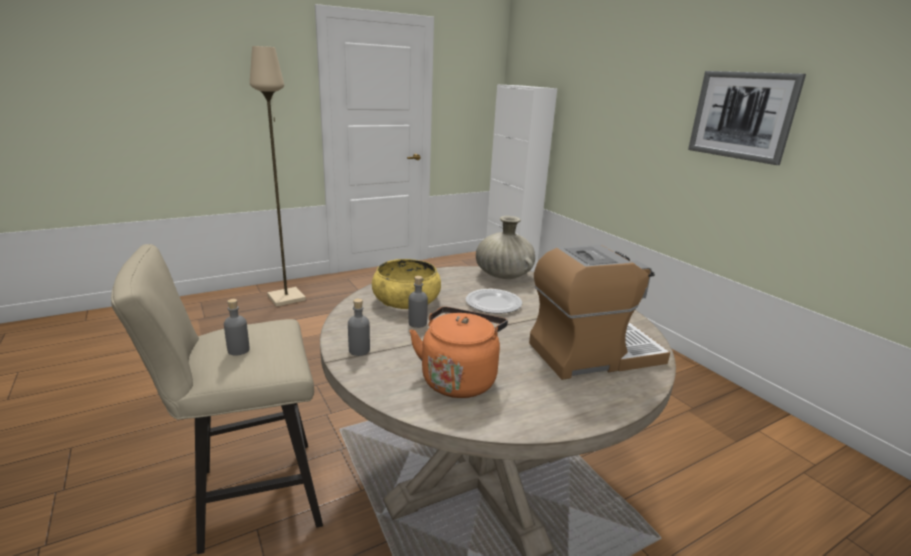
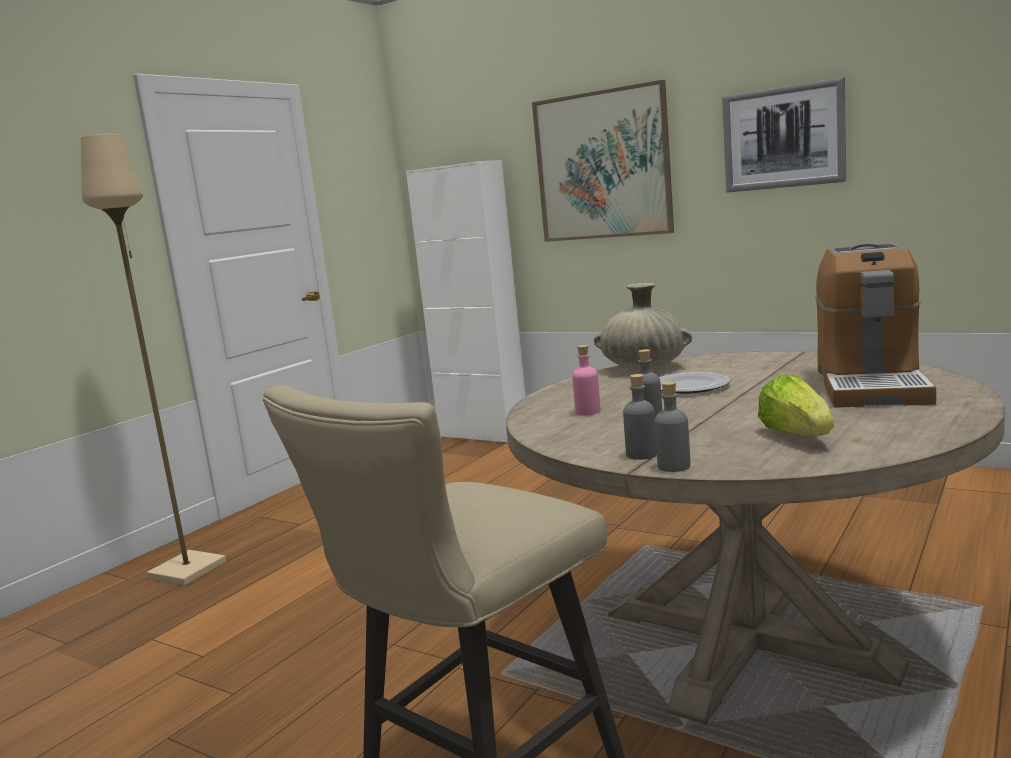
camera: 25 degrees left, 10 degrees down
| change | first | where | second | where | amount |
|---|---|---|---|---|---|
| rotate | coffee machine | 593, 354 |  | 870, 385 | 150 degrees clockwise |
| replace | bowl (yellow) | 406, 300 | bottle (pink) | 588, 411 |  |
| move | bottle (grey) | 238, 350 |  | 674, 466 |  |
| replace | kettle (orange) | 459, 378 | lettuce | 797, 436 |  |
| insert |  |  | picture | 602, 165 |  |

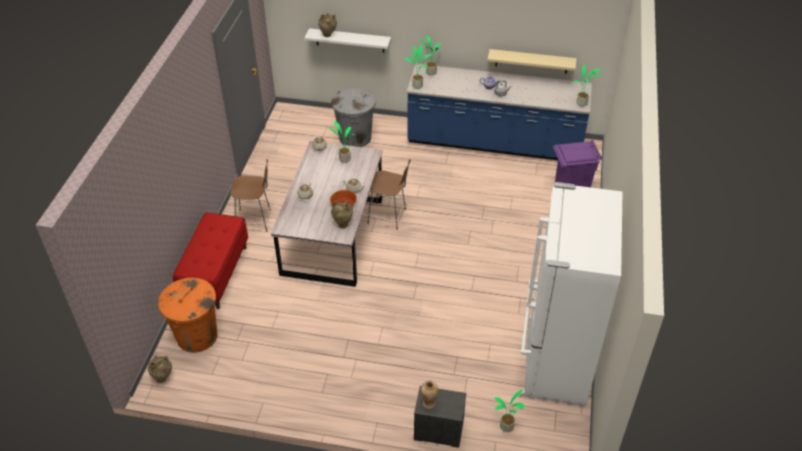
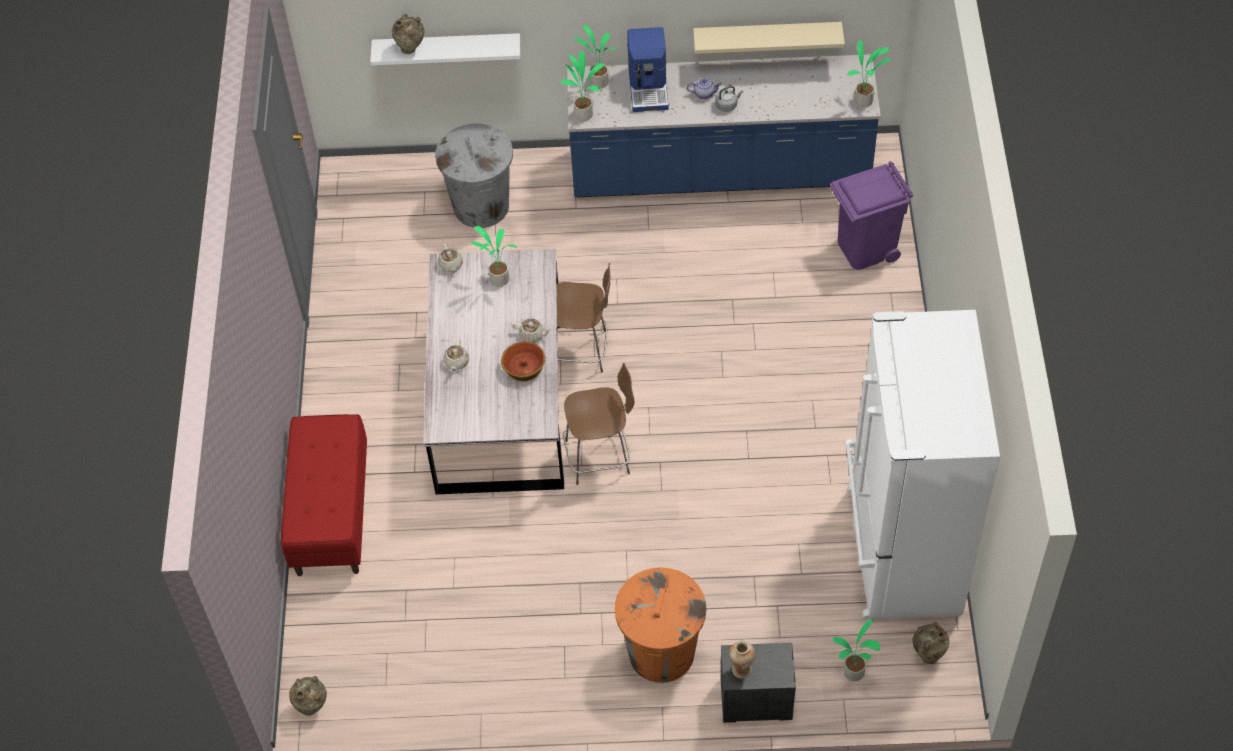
camera: 10 degrees left, 10 degrees up
| change | first | where | second | where | amount |
|---|---|---|---|---|---|
| move | stool (brown) | 255, 220 |  | 600, 456 |  |
| move | vase (beige) | 343, 224 |  | 928, 655 |  |
| move | trash can (orange) | 196, 336 |  | 661, 653 |  |
| insert |  |  | coffee machine | 649, 87 |  |

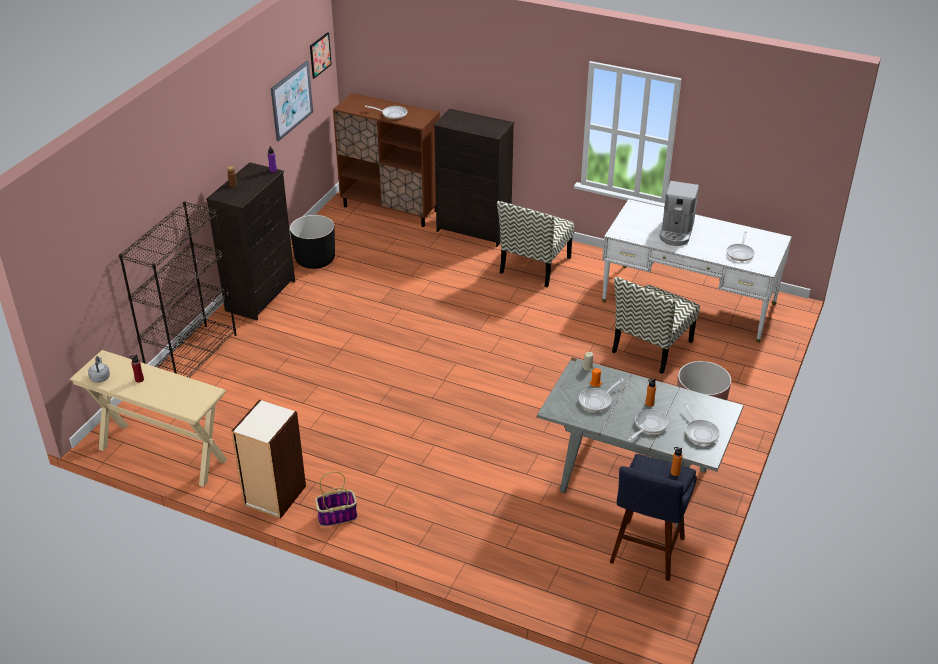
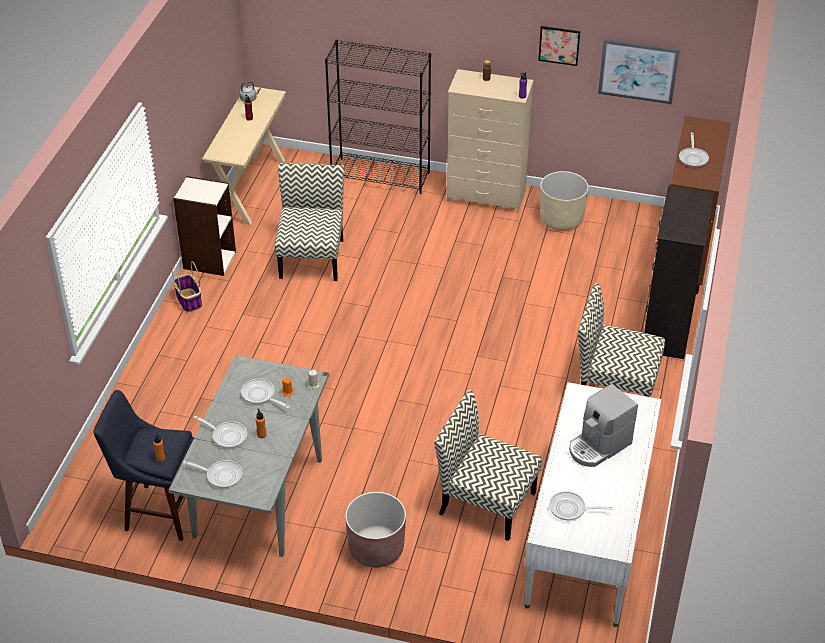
camera: 80 degrees right, 5 degrees up
| change | first | where | second | where | amount |
|---|---|---|---|---|---|
| move | picture | 320, 55 |  | 559, 45 |  |
| recolor | dresser (black) | 261, 295 | dresser (beige) | 486, 196 |  |
| rotate | coffee machine | 676, 232 |  | 598, 446 | 45 degrees counterclockwise |
| recolor | planter (black) | 315, 259 | planter (beige) | 561, 219 |  |
| rotate | frying pan | 700, 432 |  | 221, 475 | 135 degrees counterclockwise |
| insert |  |  | chair | 311, 257 |  |

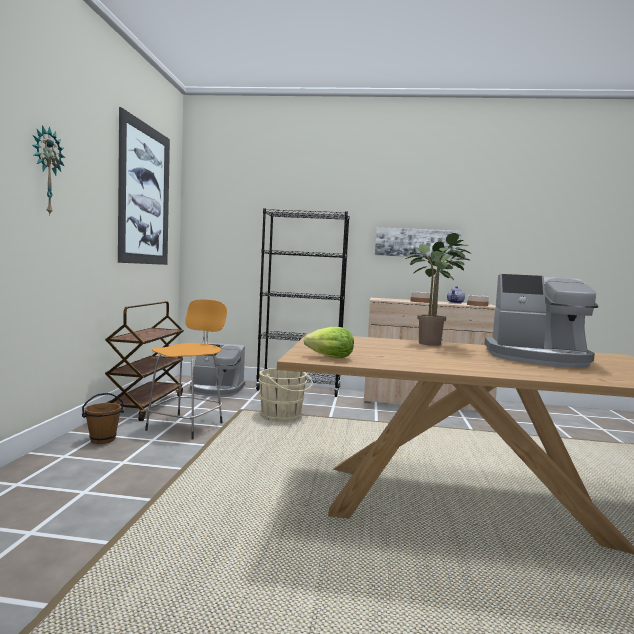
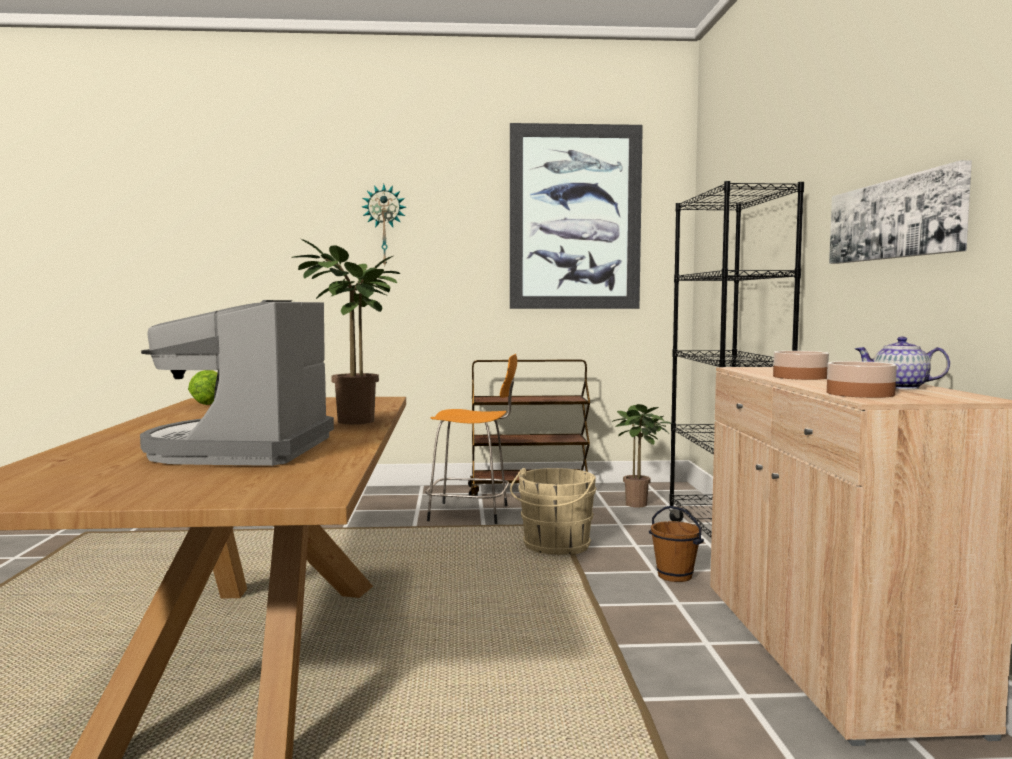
camera: 80 degrees right, 0 degrees up
| change | first | where | second | where | amount |
|---|---|---|---|---|---|
| replace | coffee machine | 216, 390 | potted plant | 640, 505 |  |
| move | bucket (brown) | 102, 439 |  | 675, 576 |  |

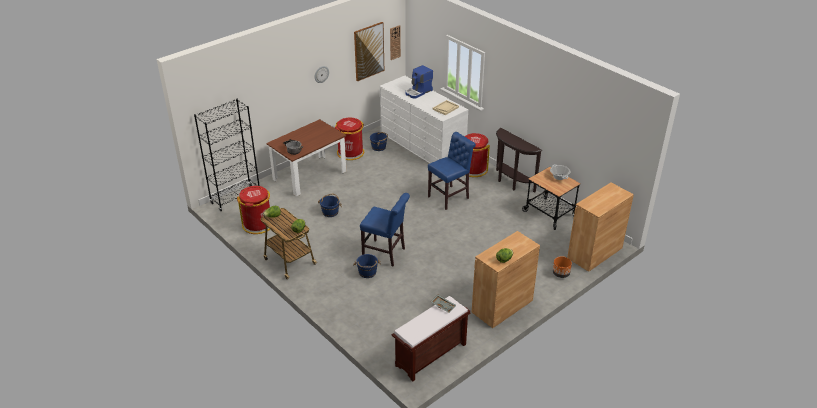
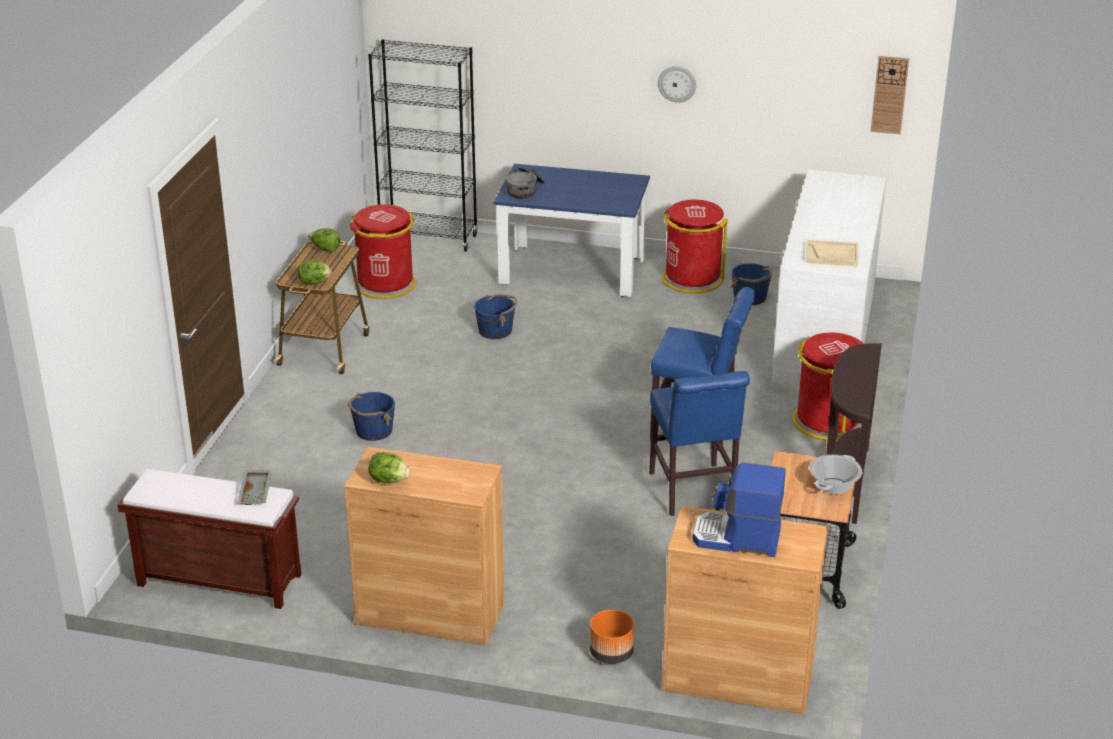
camera: 55 degrees right, 5 degrees down
| change | first | where | second | where | amount |
|---|---|---|---|---|---|
| delete | picture | 369, 51 |  |  |  |
| move | coffee machine | 418, 92 |  | 737, 538 |  |
| recolor | dining table (brown) | 309, 175 | dining table (blue) | 572, 271 |  |
| move | chair (blue) | 386, 254 |  | 693, 493 |  |

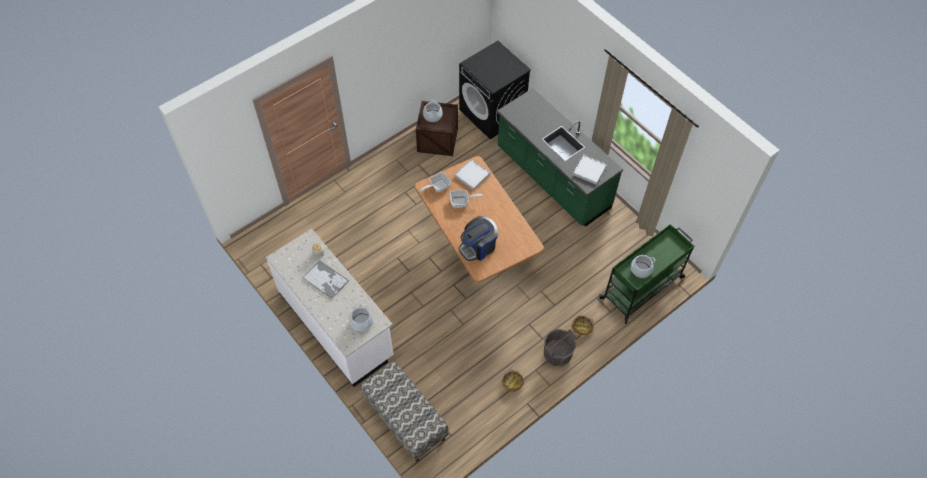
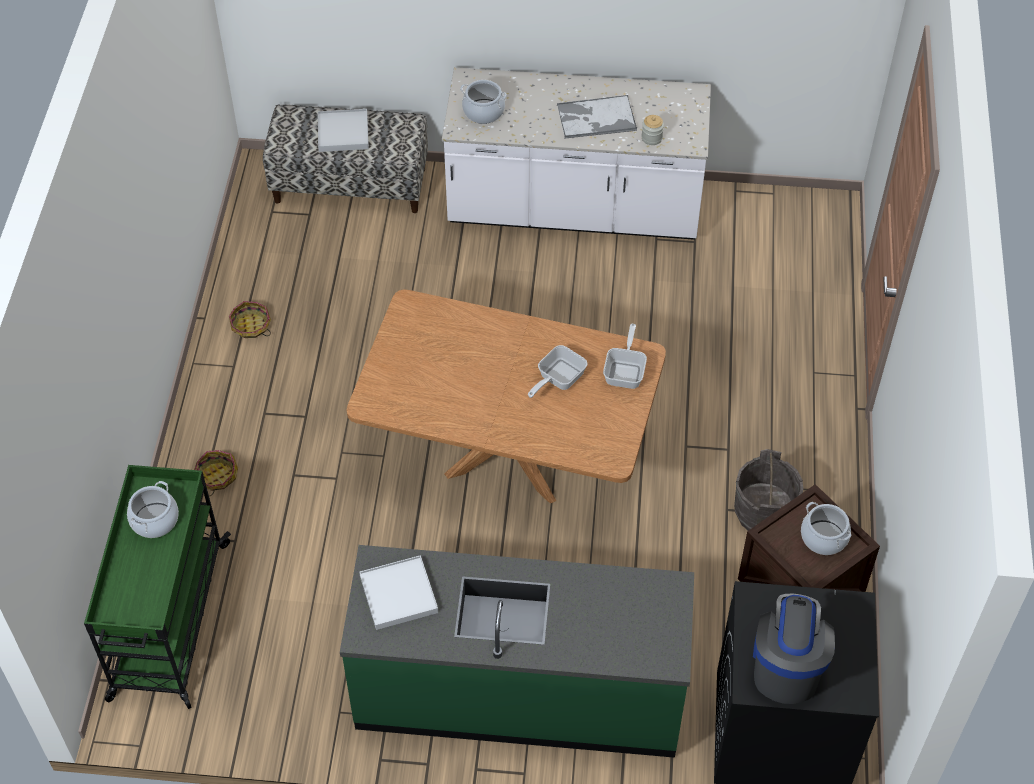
camera: 135 degrees right, 5 degrees down
| change | first | where | second | where | amount |
|---|---|---|---|---|---|
| move | tray (white) | 472, 175 |  | 343, 133 |  |
| move | coffee machine | 478, 247 |  | 786, 665 |  |
| move | bucket (grey) | 557, 354 |  | 763, 513 |  |

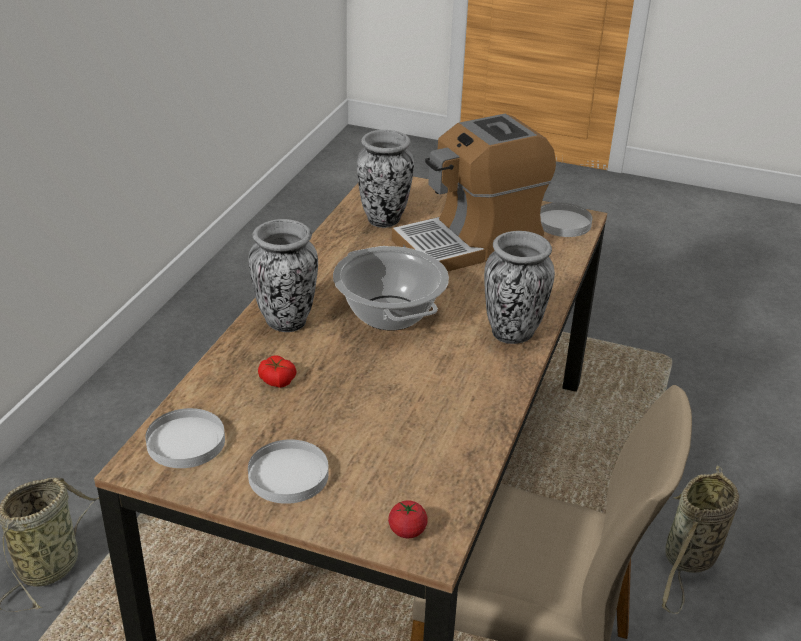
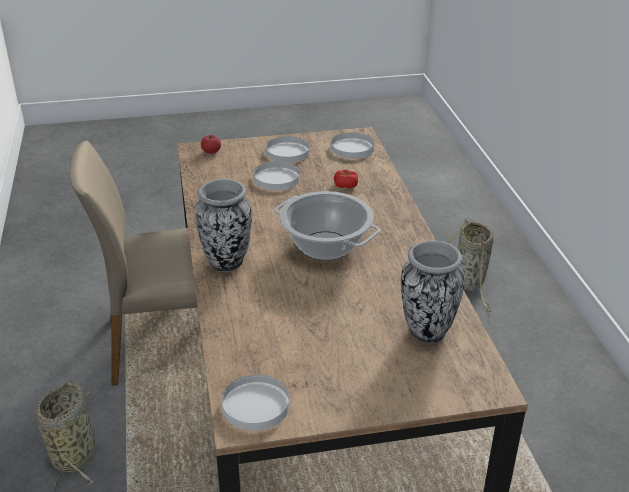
camera: 150 degrees right, 0 degrees up
| change | first | where | second | where | amount |
|---|---|---|---|---|---|
| delete | coffee machine | 470, 243 |  |  |  |
| delete | vase | 286, 321 |  |  |  |
| insert |  |  | plate (white) | 276, 178 |  |

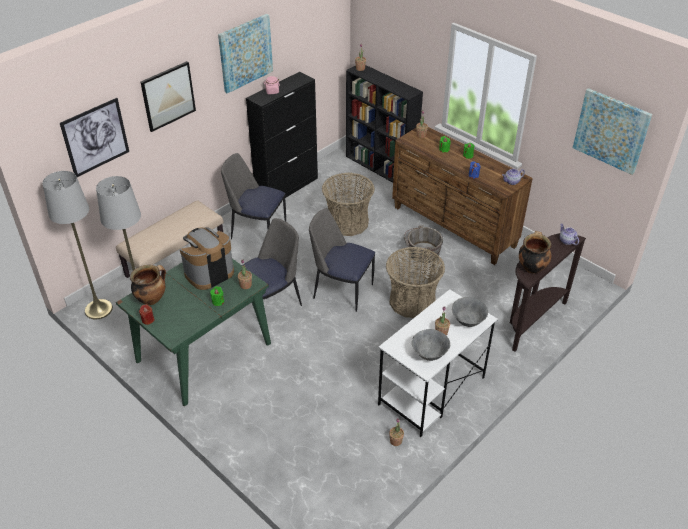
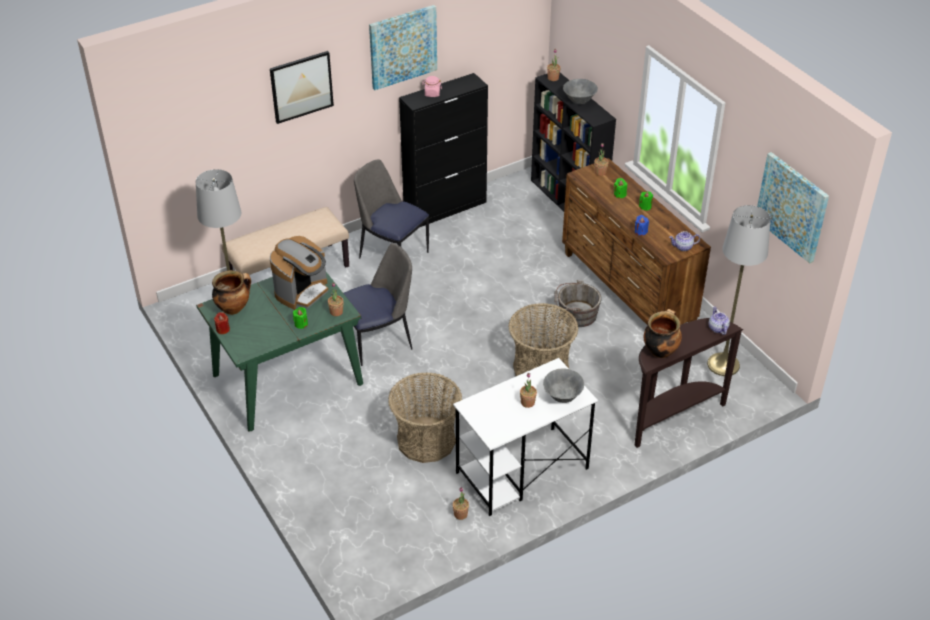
camera: 15 degrees right, 0 degrees up
| change | first | where | second | where | amount |
|---|---|---|---|---|---|
| delete | picture | 95, 137 |  |  |  |
| move | floor lamp (grey) | 98, 309 |  | 723, 364 |  |
| move | basket | 348, 222 |  | 426, 440 |  |
| delete | chair | 341, 290 |  |  |  |
| rotate | coffee machine | 209, 273 |  | 302, 292 | 150 degrees clockwise |
| move | bowl (grey) | 429, 355 |  | 579, 101 |  |

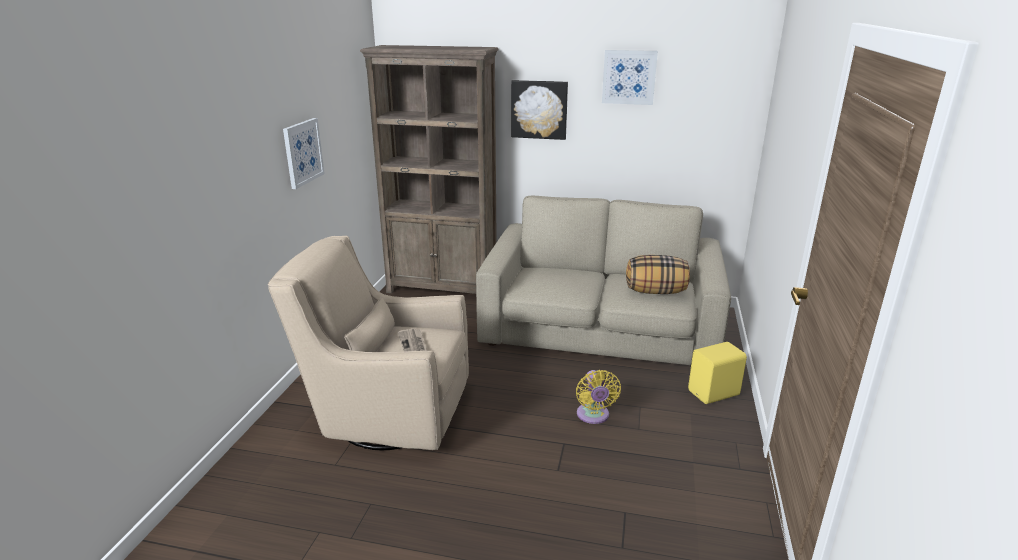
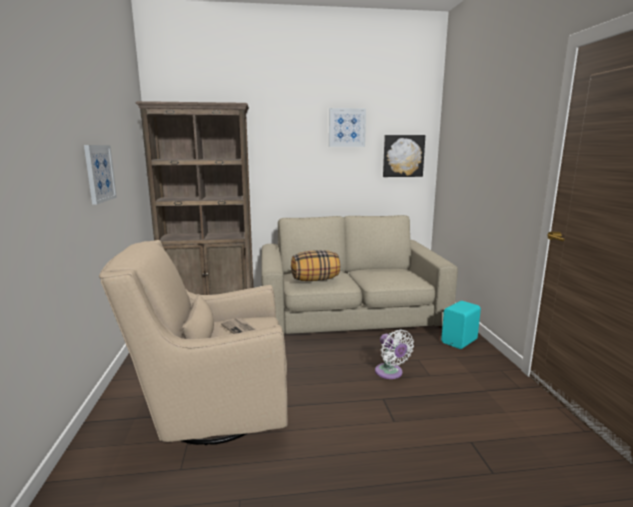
camera: 20 degrees left, 10 degrees down
| change | first | where | second | where | amount |
|---|---|---|---|---|---|
| move | picture | 539, 109 |  | 403, 156 |  |
| move | pillow | 655, 291 |  | 315, 280 |  |
| recolor | speaker (yellow) | 715, 393 | speaker (turquoise) | 460, 341 |  |
| recolor | fan (yellow) | 593, 416 | fan (white) | 390, 373 |  |

